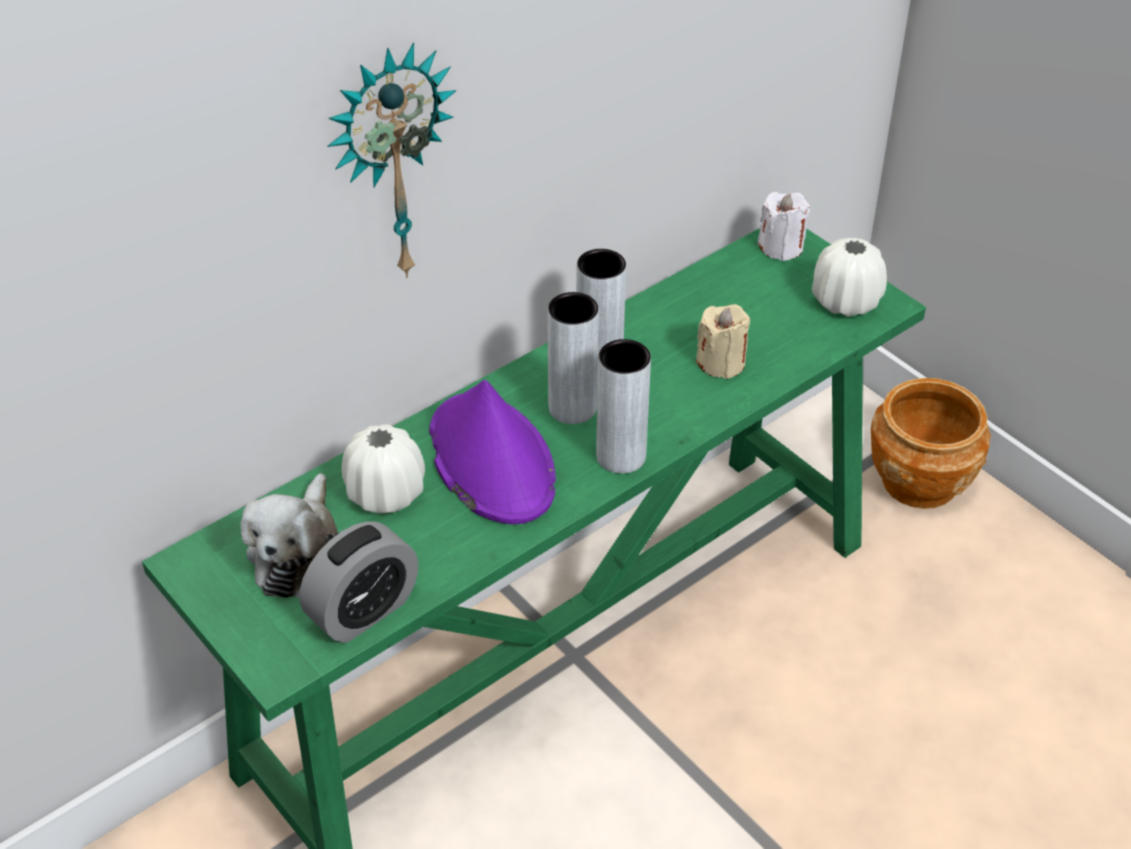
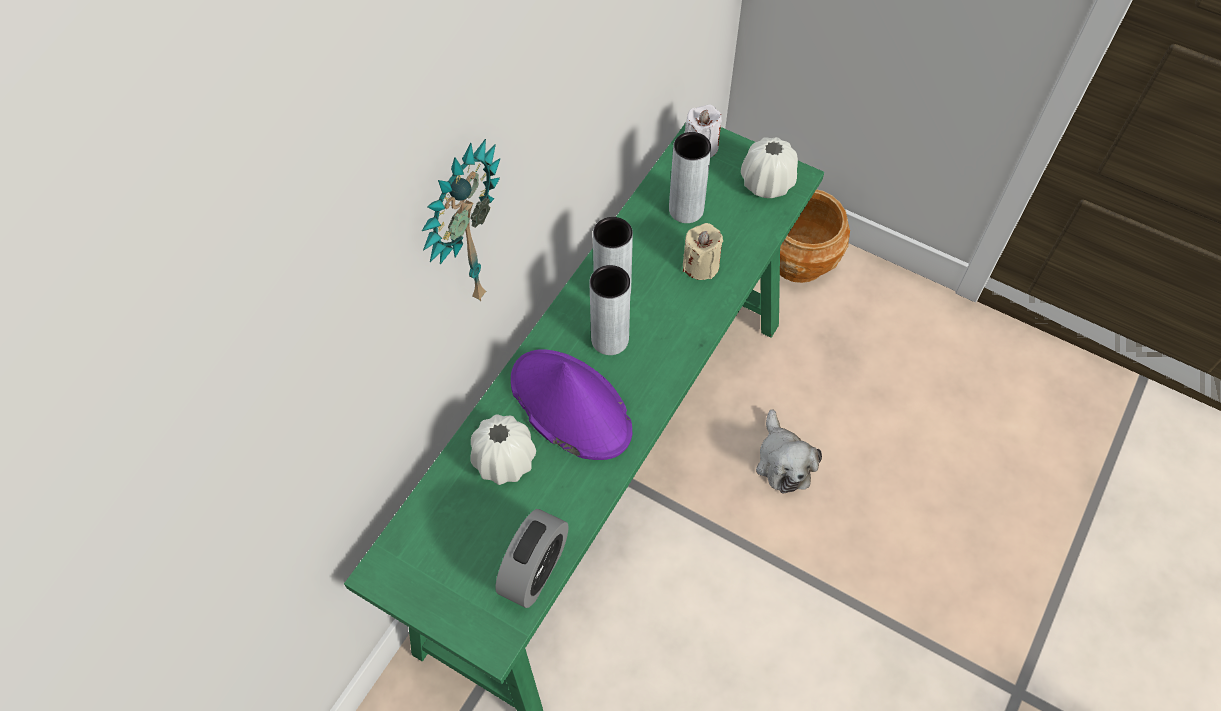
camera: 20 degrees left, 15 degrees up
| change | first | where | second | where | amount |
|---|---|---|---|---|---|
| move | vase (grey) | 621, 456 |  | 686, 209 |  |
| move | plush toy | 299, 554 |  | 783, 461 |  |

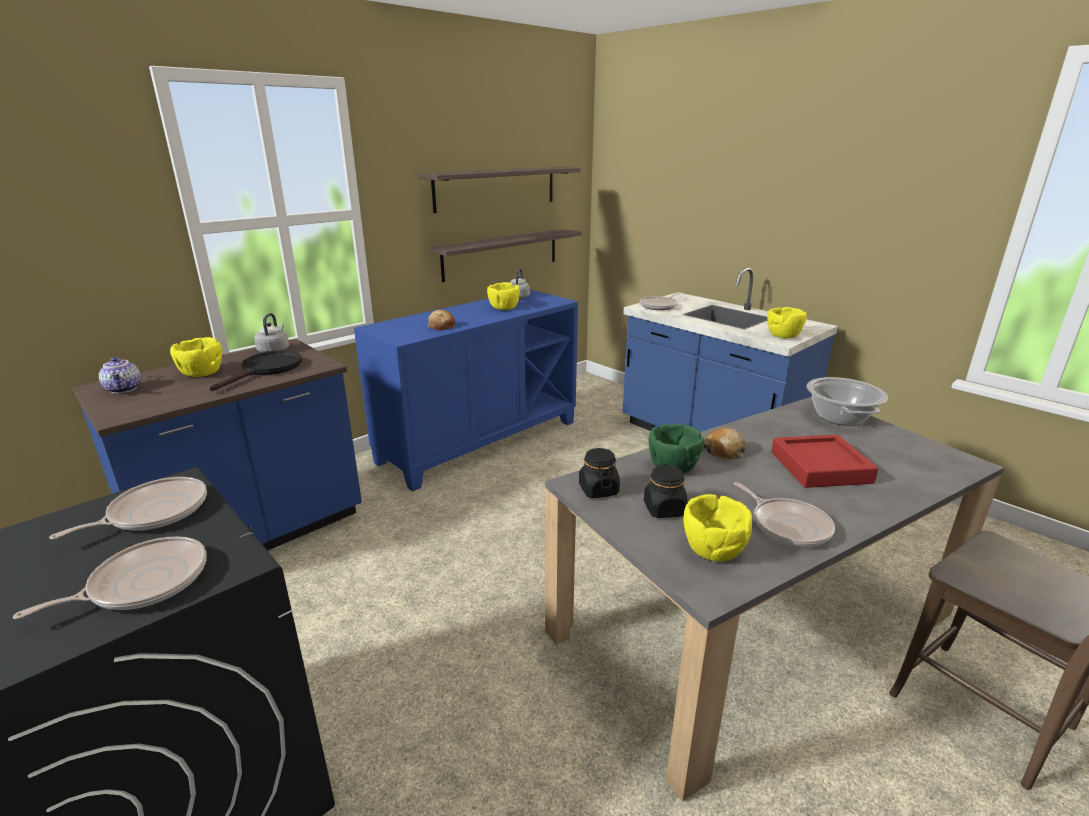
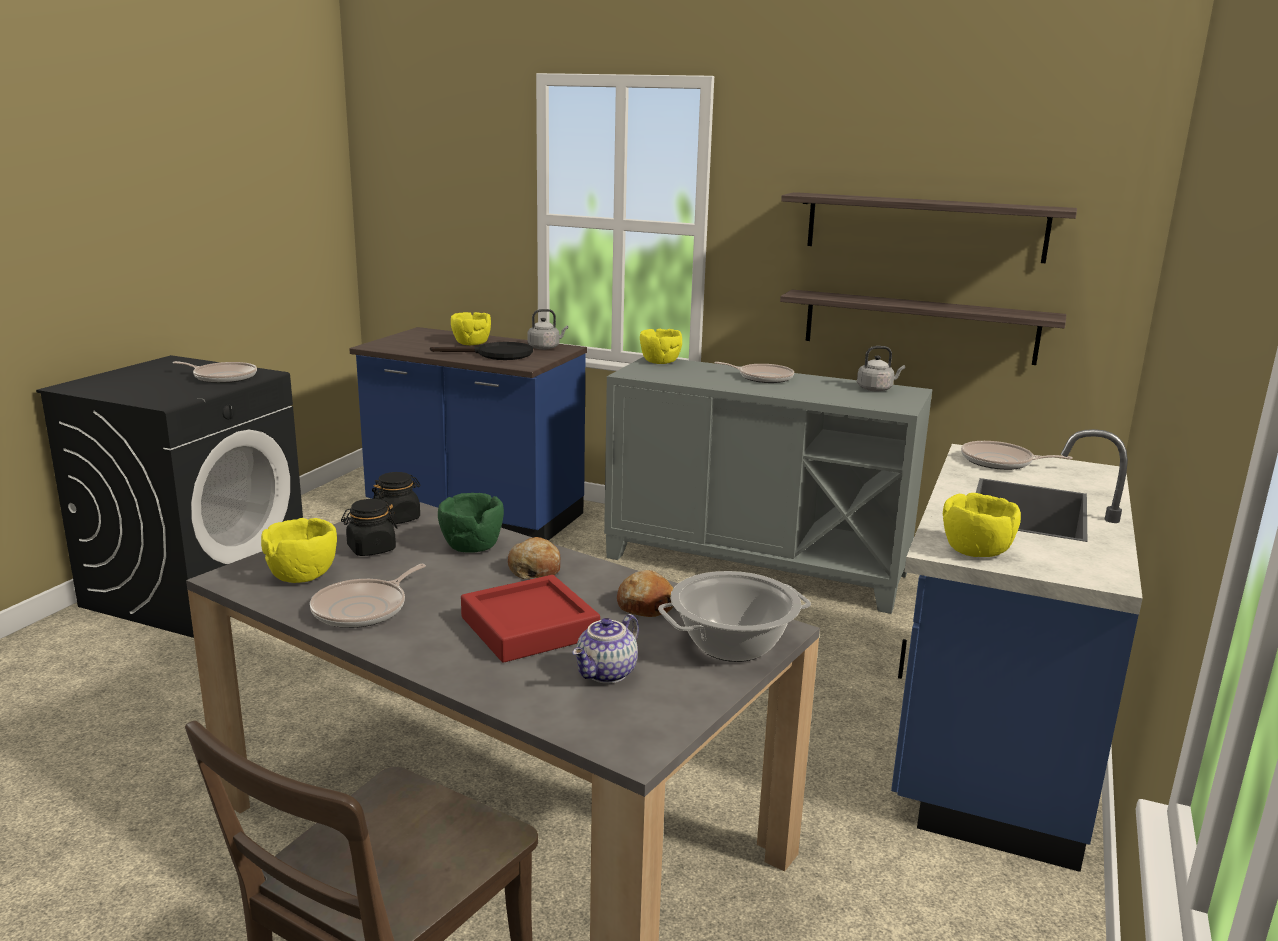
camera: 65 degrees right, 5 degrees down
| change | first | where | second | where | amount |
|---|---|---|---|---|---|
| move | bowl (yellow) | 503, 308 |  | 659, 361 |  |
| recolor | cabinet (blue) | 479, 441 | cabinet (grey) | 756, 565 |  |
| move | bread | 441, 326 |  | 646, 605 |  |
| move | teapot | 125, 389 |  | 607, 674 |  |
| move | frying pan | 143, 583 |  | 762, 377 |  |

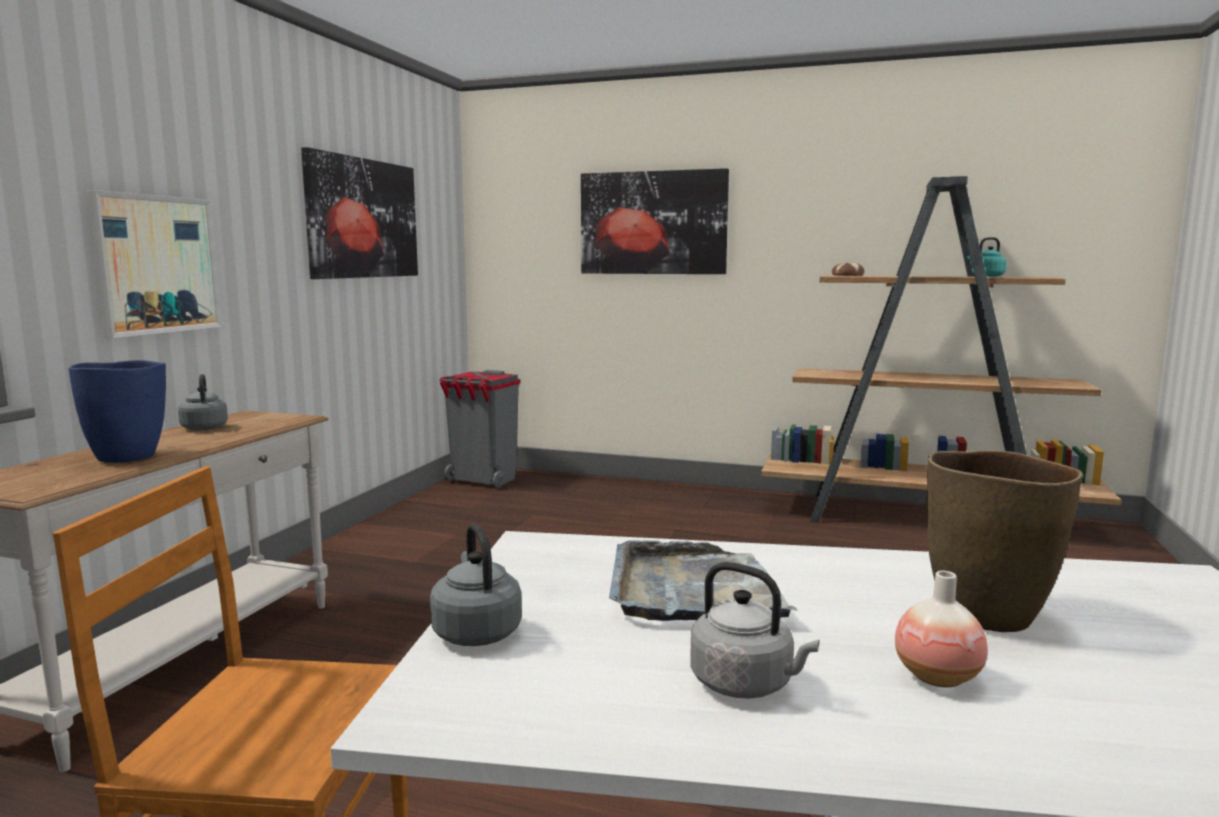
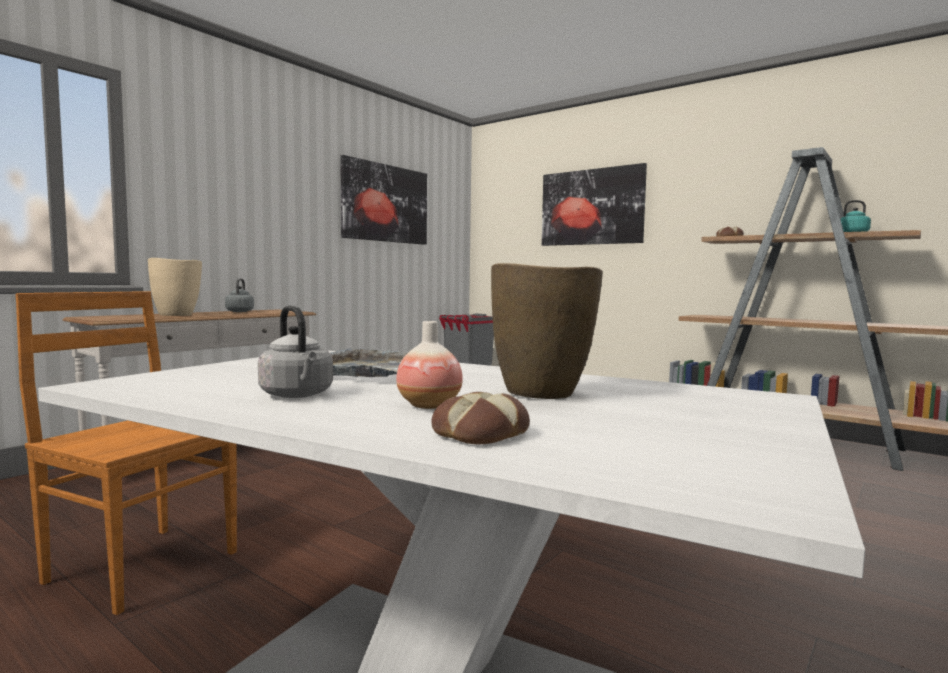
camera: 20 degrees right, 5 degrees down
| change | first | where | second | where | amount |
|---|---|---|---|---|---|
| delete | picture | 157, 264 |  |  |  |
| recolor | vase (blue) | 127, 457 | vase (beige) | 176, 315 |  |
| delete | kettle (grey) | 476, 631 |  |  |  |
| insert |  |  | bread | 479, 432 |  |

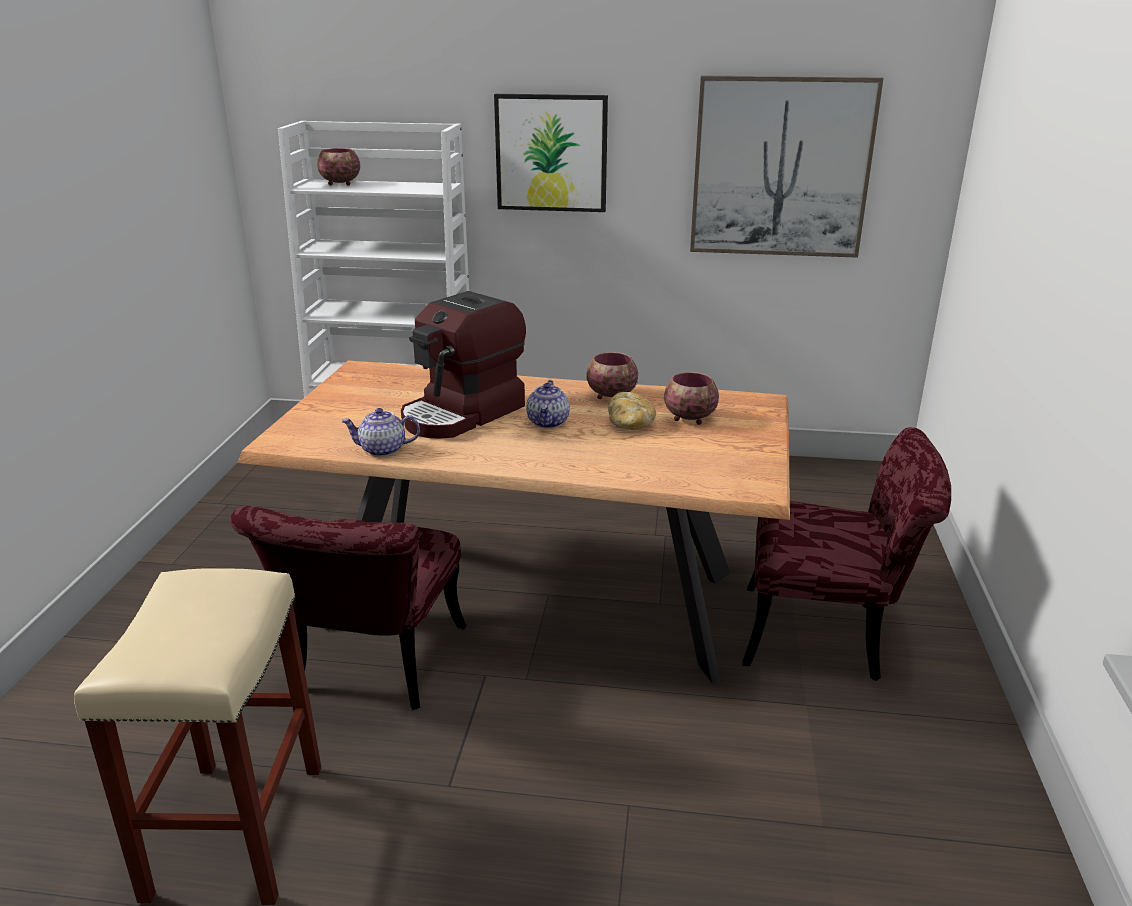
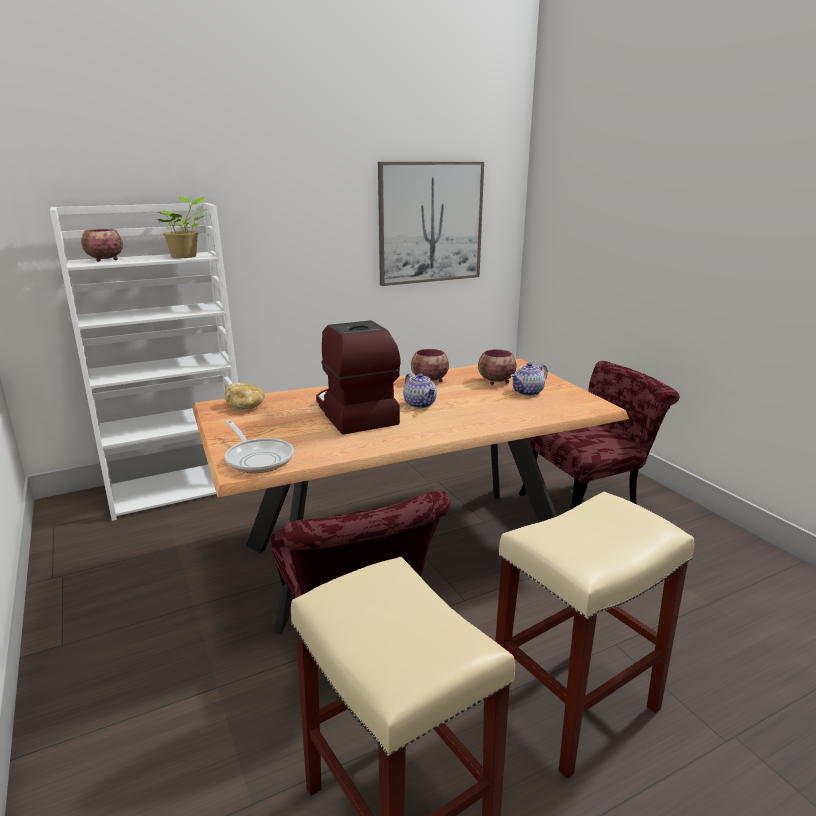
camera: 35 degrees left, 5 degrees down
| change | first | where | second | where | amount |
|---|---|---|---|---|---|
| delete | picture | 551, 153 |  |  |  |
| rotate | coffee machine | 463, 414 |  | 354, 414 | 150 degrees clockwise |
| move | bread | 630, 424 |  | 245, 406 |  |
| move | teapot | 382, 450 |  | 528, 392 |  |
| insert |  |  | potted plant | 185, 256 |  |
| insert |  |  | frying pan | 257, 458 |  |
| insert |  |  | stool (beige) | 574, 708 |  |

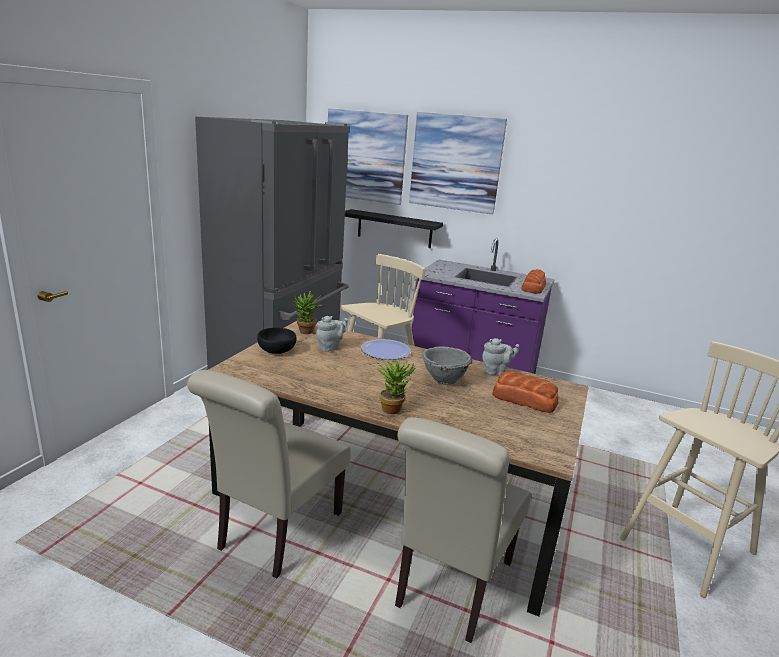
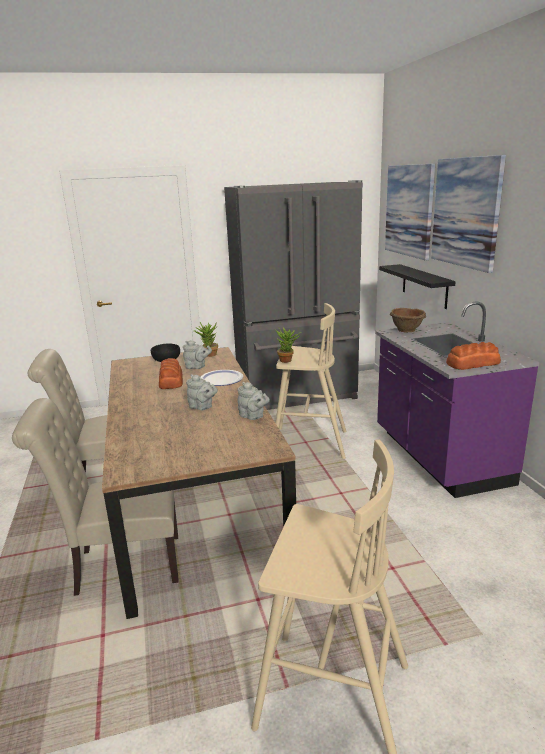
camera: 55 degrees right, 0 degrees up
| change | first | where | second | where | amount |
|---|---|---|---|---|---|
| replace | bowl (grey) | 443, 380 | teapot (grey) | 202, 407 |  |
| move | potted plant | 393, 408 |  | 288, 360 |  |
| move | bread | 524, 399 |  | 171, 380 |  |
| insert |  |  | bowl (brown) | 407, 330 |  |

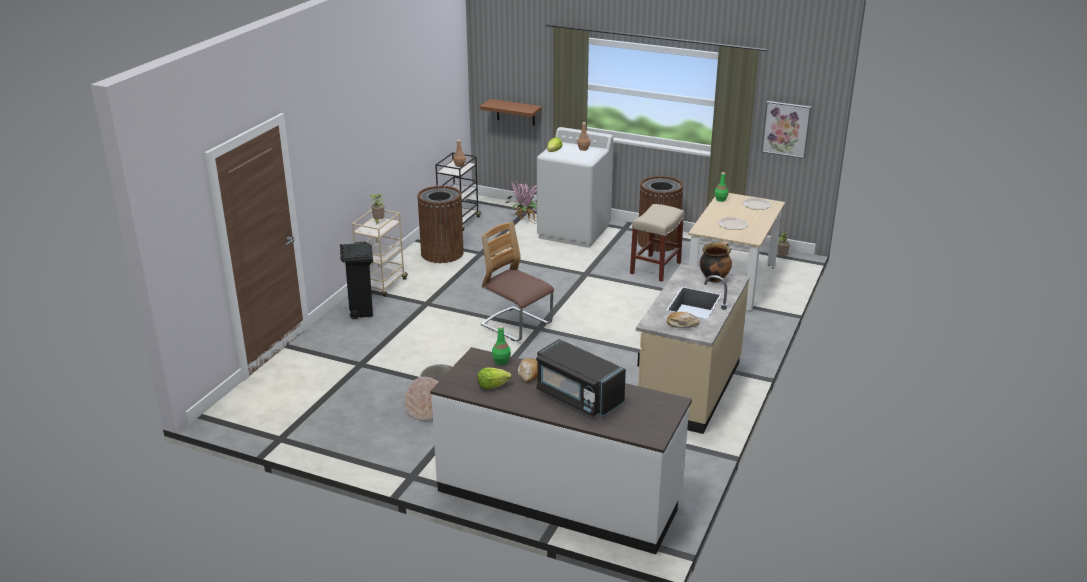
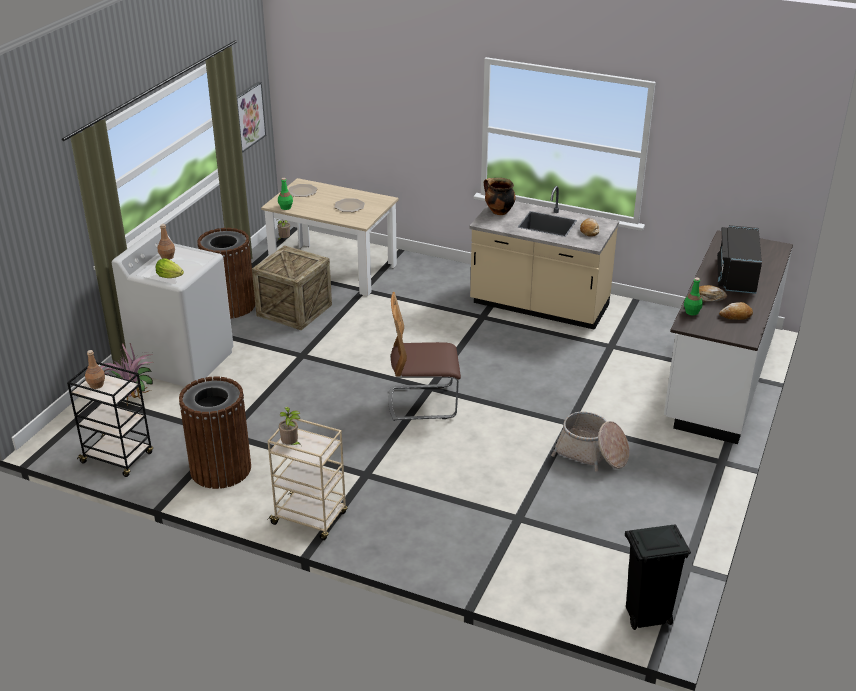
camera: 90 degrees left, 5 degrees up
| change | first | where | second | where | amount |
|---|---|---|---|---|---|
| delete | shelf (brown) | 515, 112 |  |  |  |
| replace | stool (beige) | 655, 267 | crate | 294, 310 |  |
| rotate | chair | 516, 325 |  | 423, 403 | 45 degrees clockwise |
| move | trash can (black) | 361, 312 |  | 646, 617 |  |
| rotate | microwave (black) | 578, 397 |  | 736, 275 | 150 degrees clockwise |
| replace | lettuce | 492, 386 | bread | 736, 315 |  |

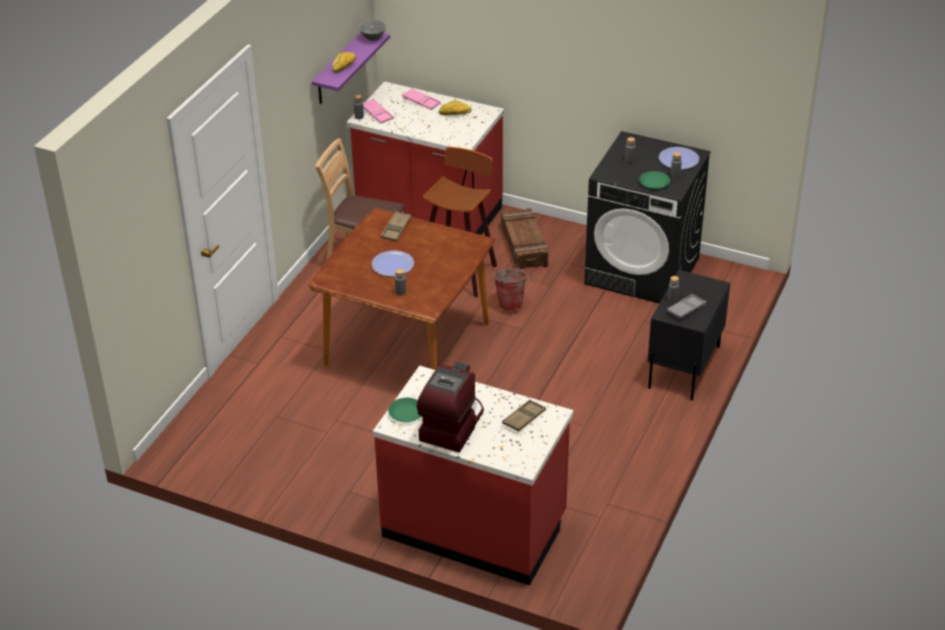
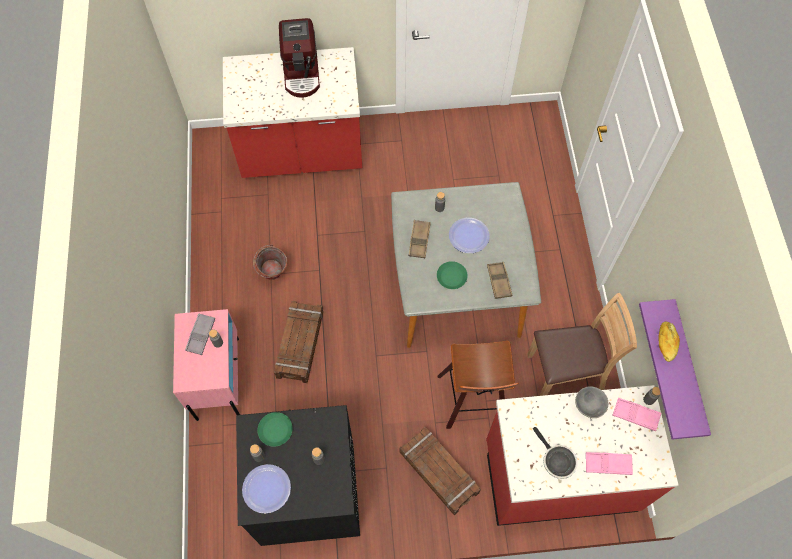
camera: 150 degrees right, 25 degrees up
| change | first | where | second | where | amount |
|---|---|---|---|---|---|
| move | bowl (grey) | 372, 38 |  | 589, 406 |  |
| replace | bread | 455, 113 | frying pan | 556, 460 |  |
| recolor | dining table (brown) | 406, 345 | dining table (grey) | 457, 289 |  |
| move | bucket | 511, 303 |  | 274, 275 |  |
| recolor | nightstand (black) | 683, 367 | nightstand (pink) | 218, 377 |  |
| move | plate (green) | 406, 413 |  | 451, 277 |  |
| move | tray (brown) | 524, 418 |  | 419, 240 |  |
| insert |  |  | crate | 299, 344 |  |

